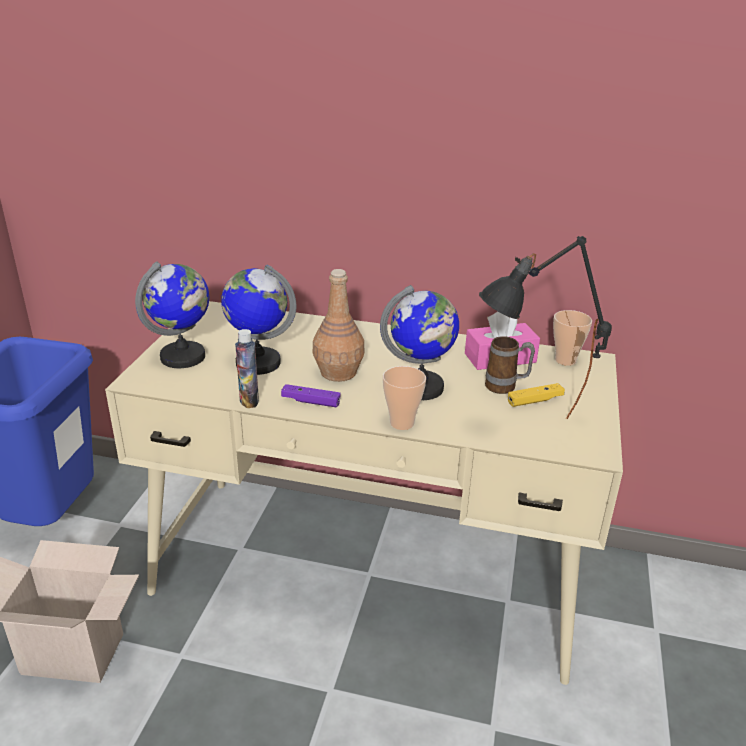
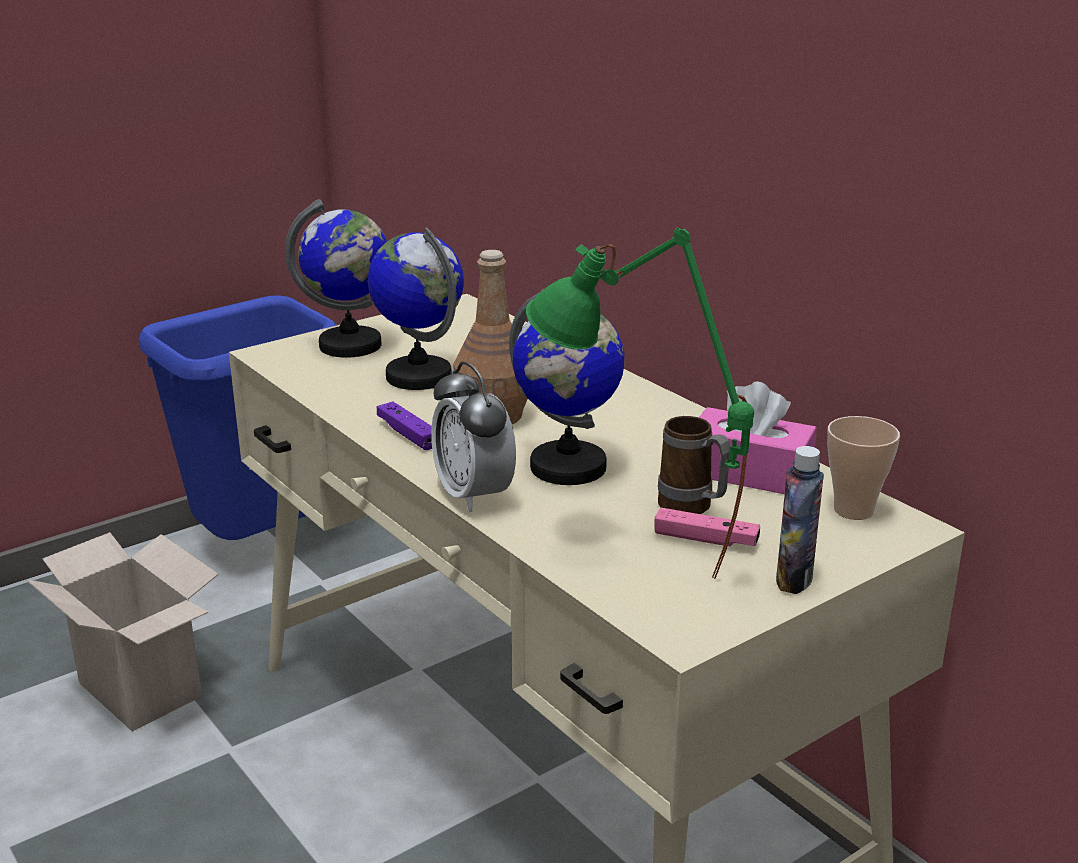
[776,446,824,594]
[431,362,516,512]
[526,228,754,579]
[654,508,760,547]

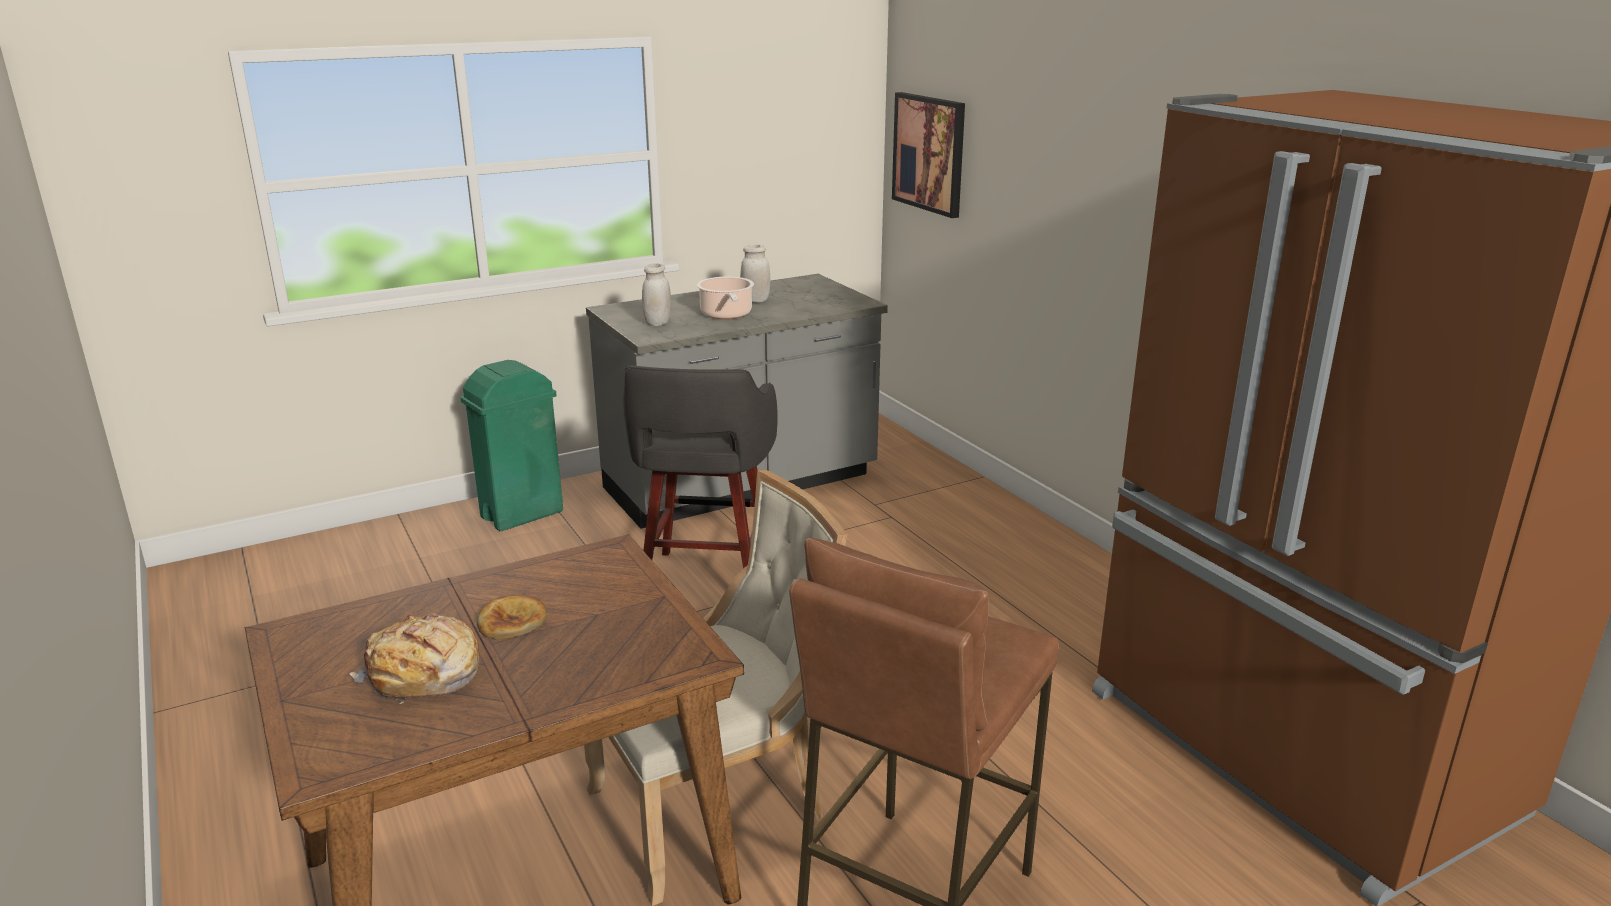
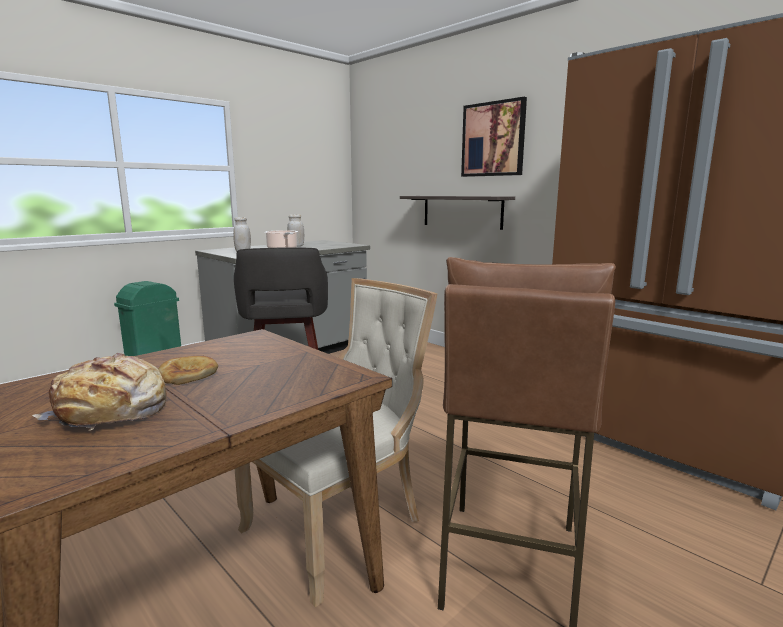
[400,196,515,230]
[461,97,527,177]

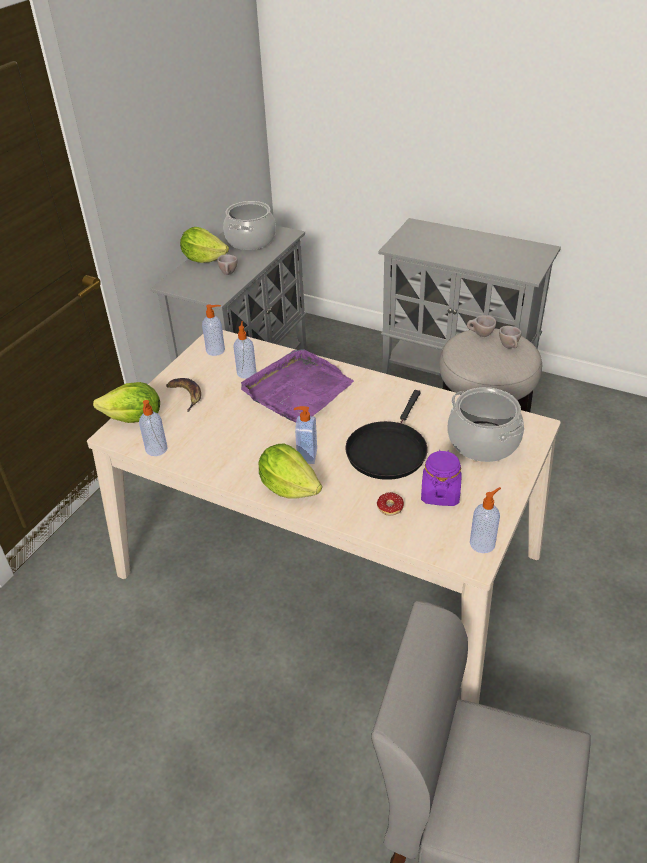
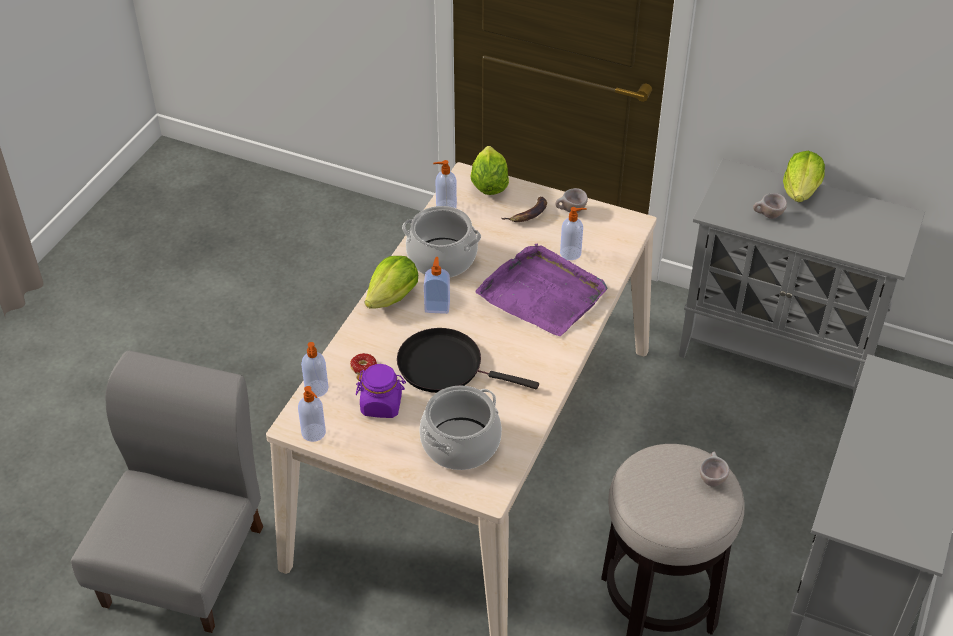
[301,342,328,397]
[402,206,481,277]
[555,188,588,213]

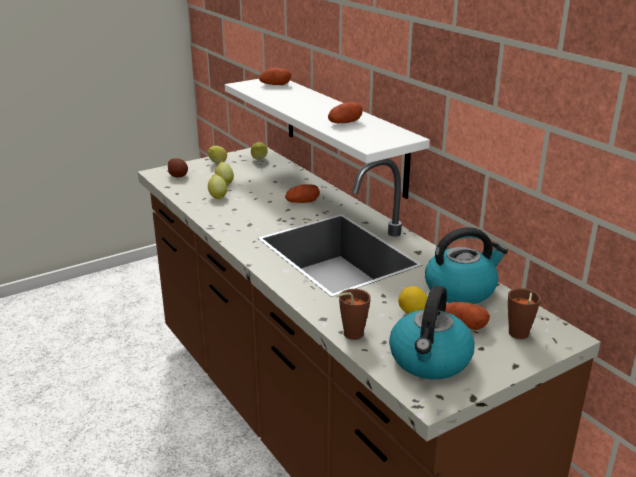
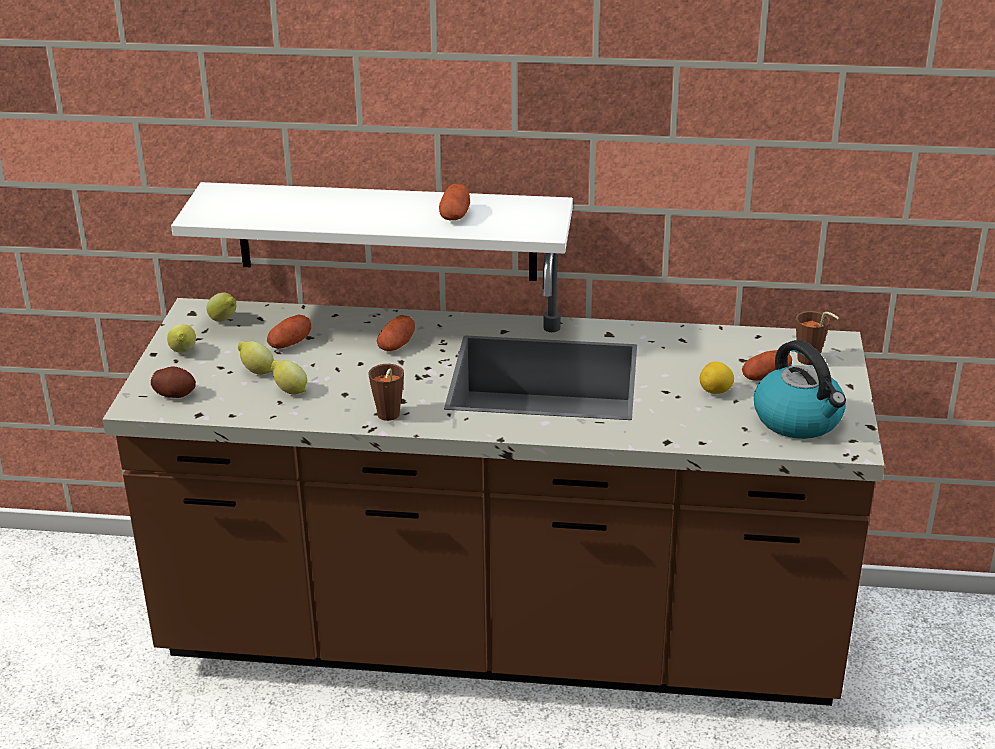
[425,227,508,304] (first image)
[267,315,311,349]
[368,364,404,421]

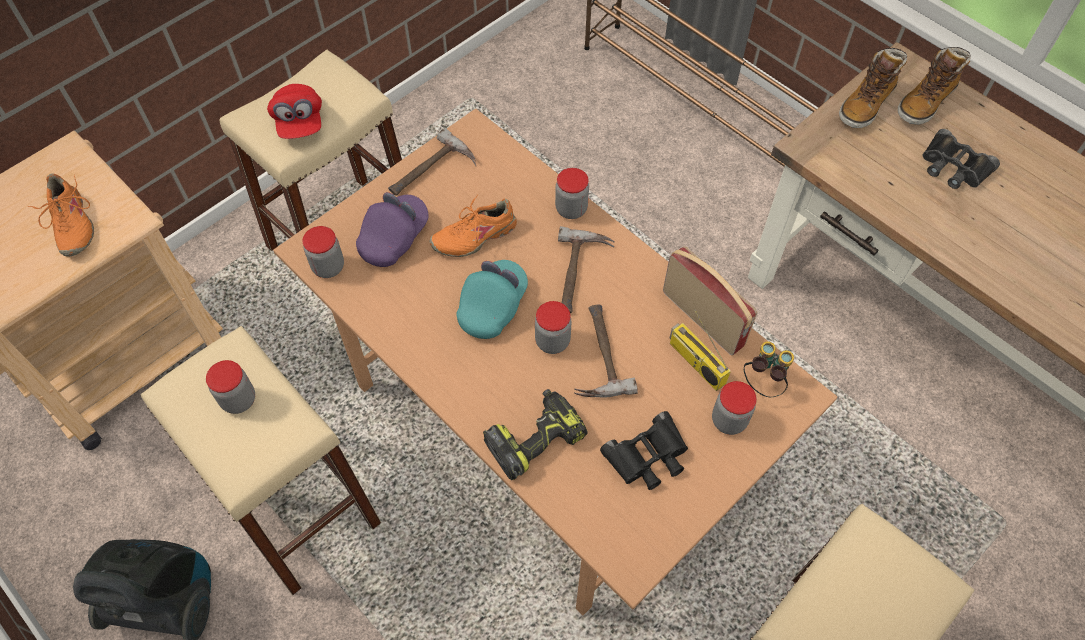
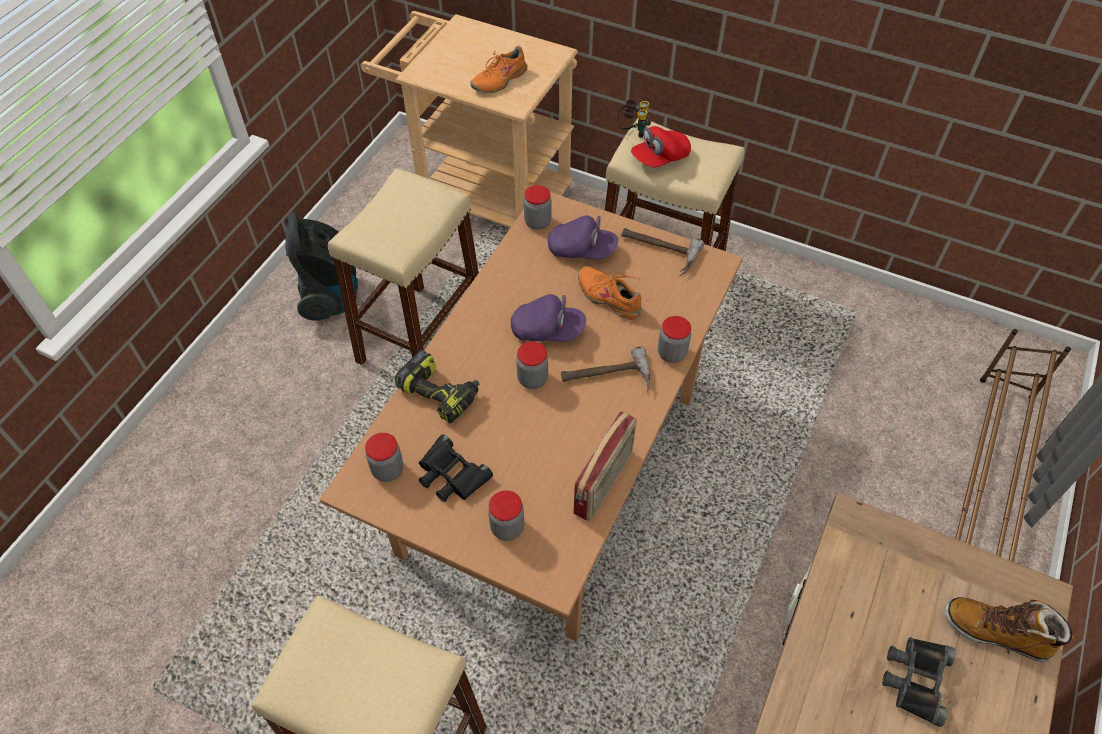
[574,305,638,398] (first image)
[669,309,731,391] (first image)
[839,48,907,128] (first image)
[365,433,403,482]
[616,99,651,138]
[511,294,586,341]

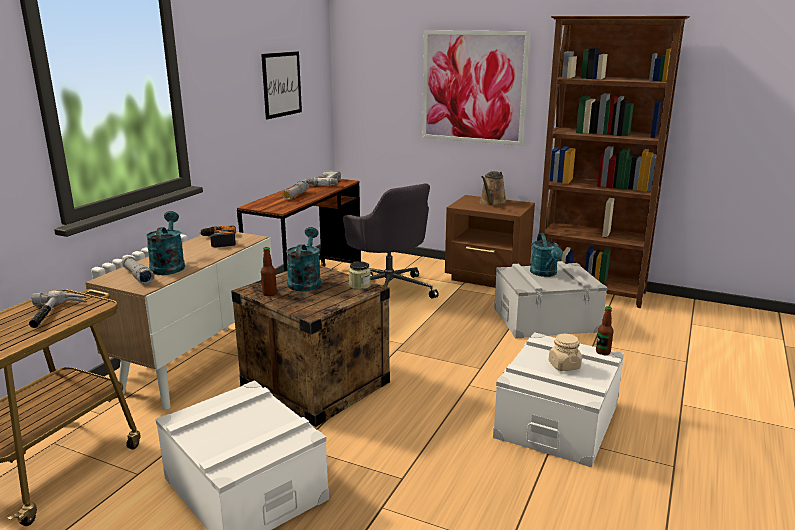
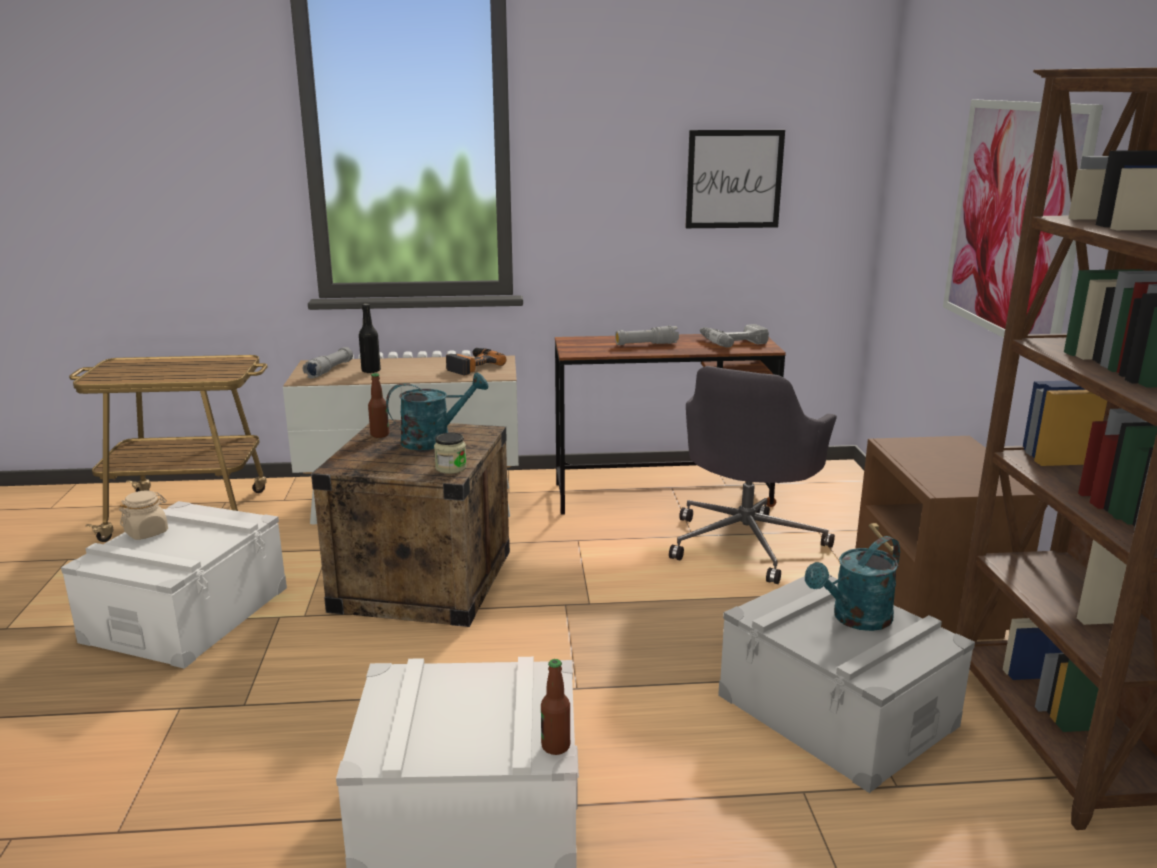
[29,290,87,328] (first image)
[480,171,507,206] (first image)
[119,491,168,540]
[359,304,381,373]

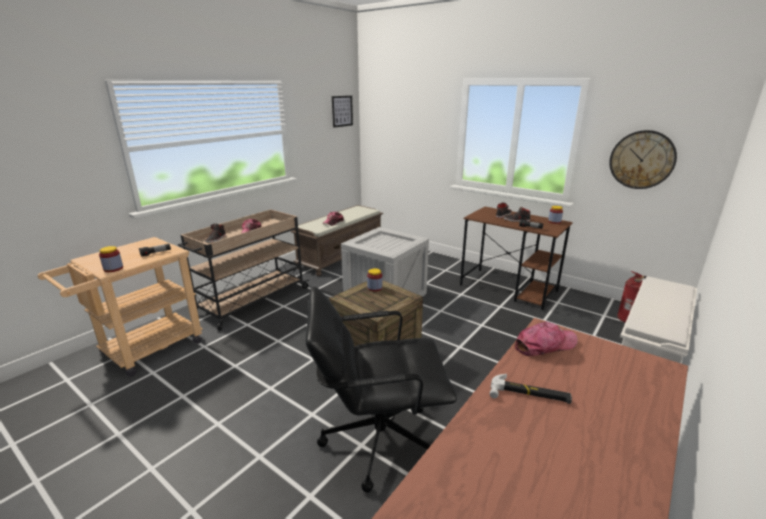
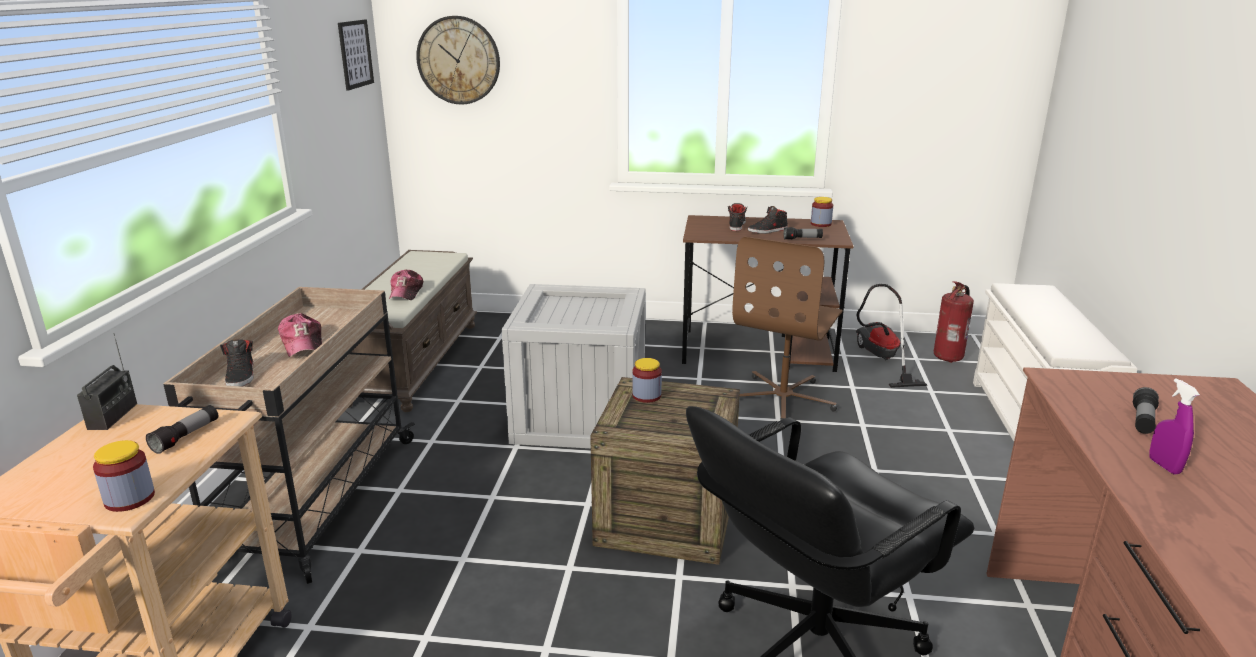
[514,321,578,356] (first image)
[77,333,137,430]
[732,237,843,420]
[856,284,927,388]
[1133,387,1159,434]
[416,16,500,105]
[1149,378,1200,475]

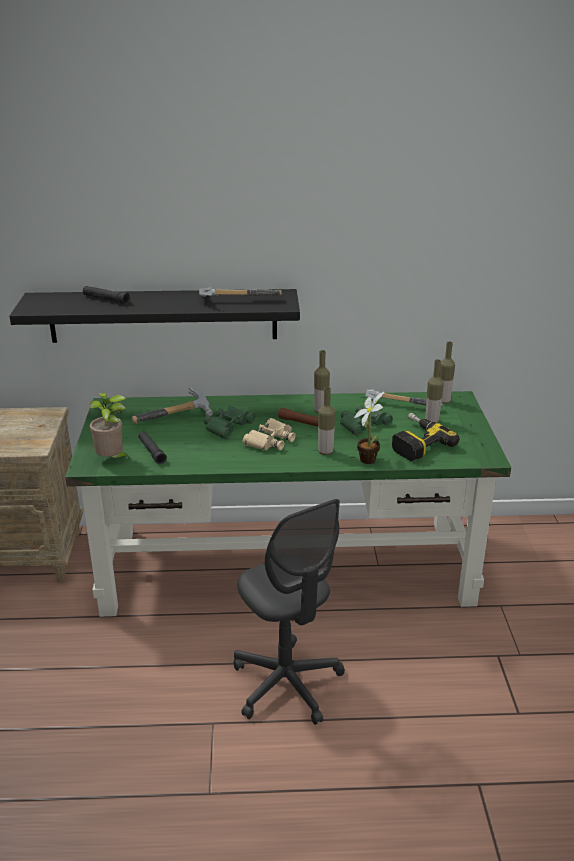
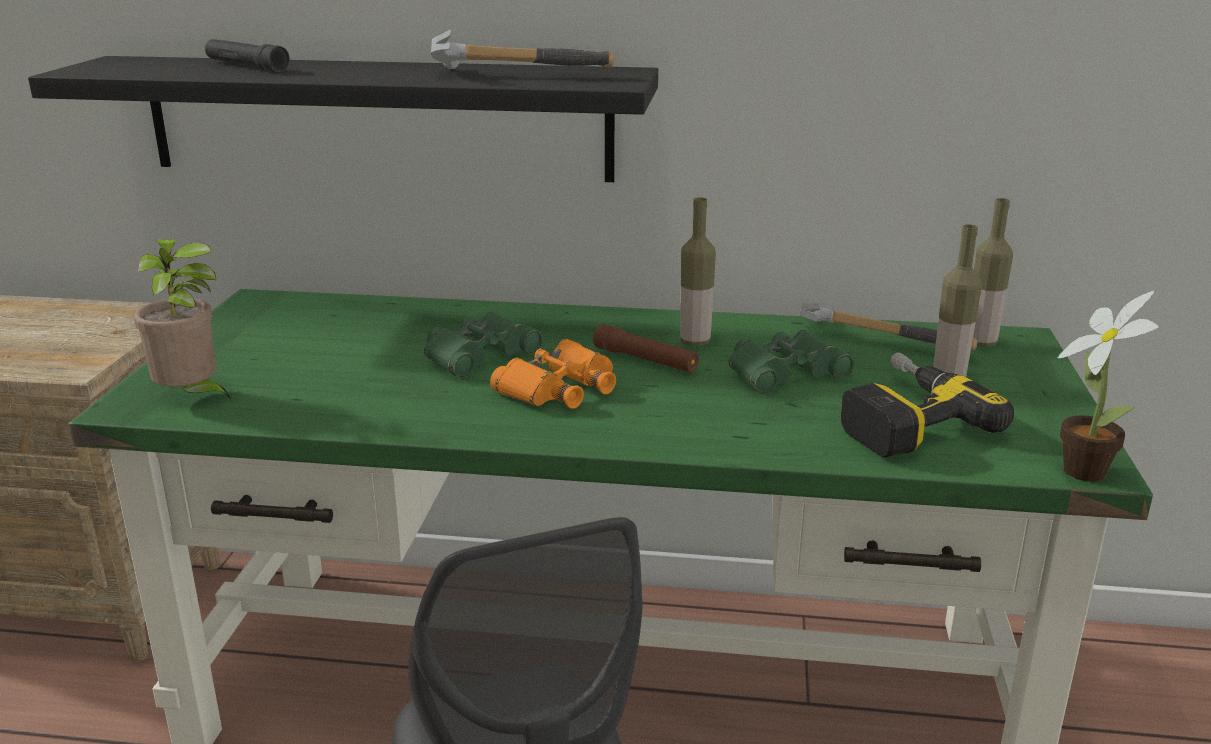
[132,388,213,424] (first image)
[138,431,167,464] (first image)
[318,387,335,455] (first image)
[1058,291,1159,482]
[490,339,616,409]

